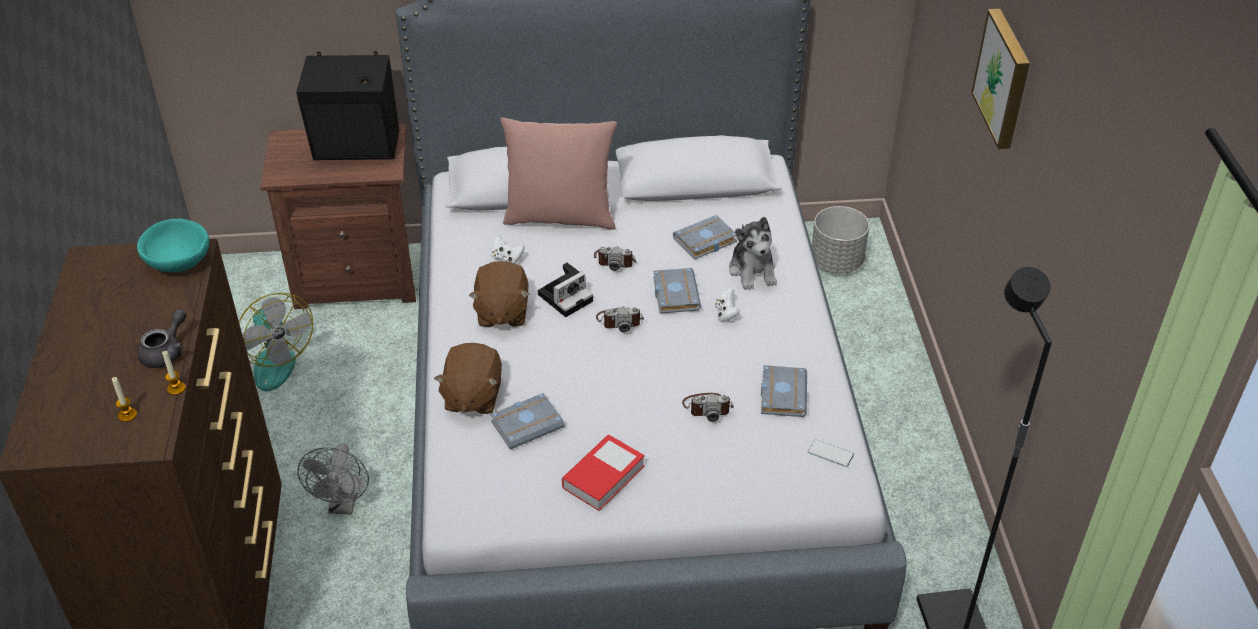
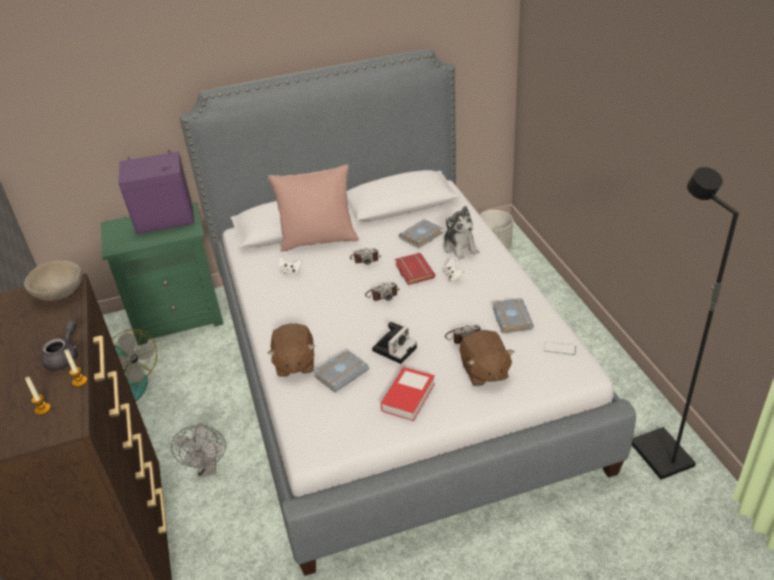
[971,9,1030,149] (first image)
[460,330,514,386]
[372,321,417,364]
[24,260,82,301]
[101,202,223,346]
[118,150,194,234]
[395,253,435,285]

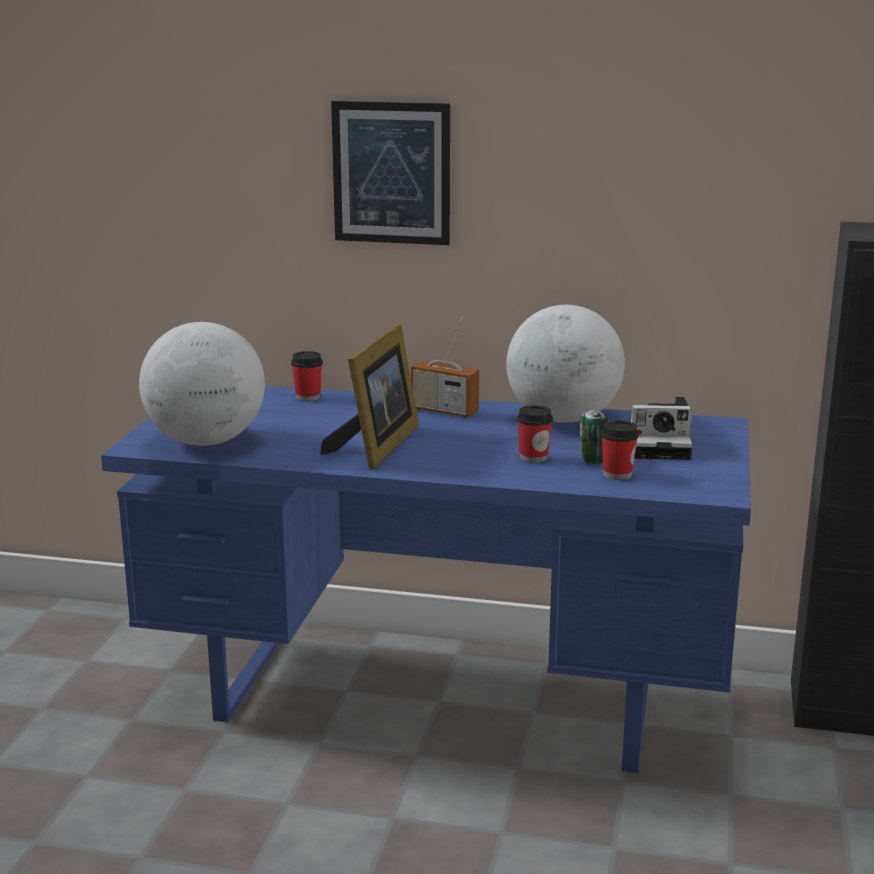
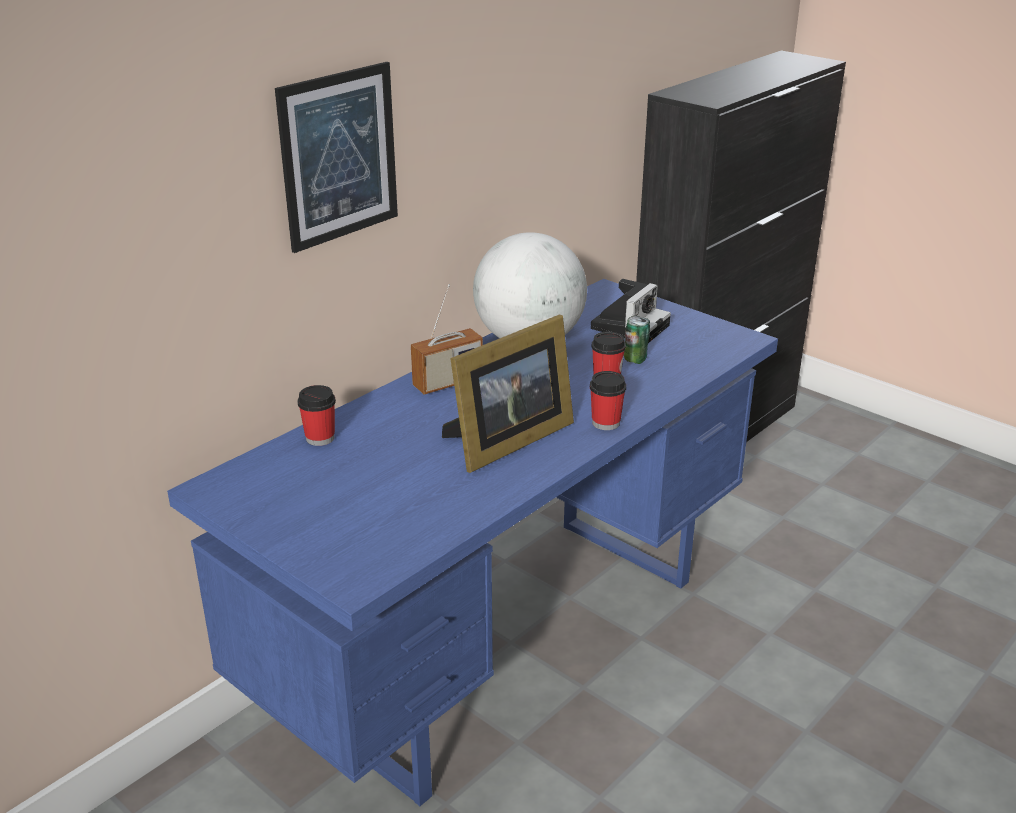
[139,322,265,446] (first image)
[590,371,626,430]
[442,315,574,473]

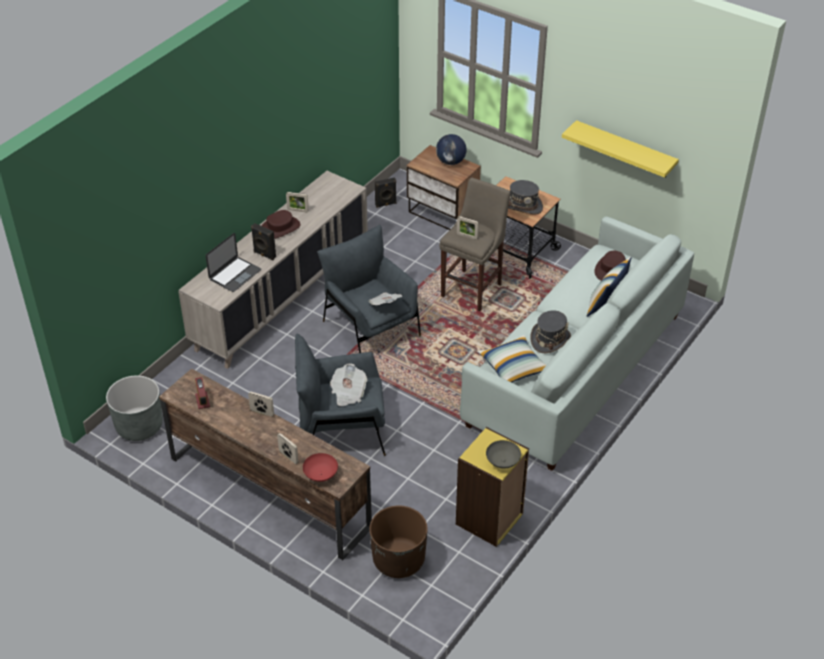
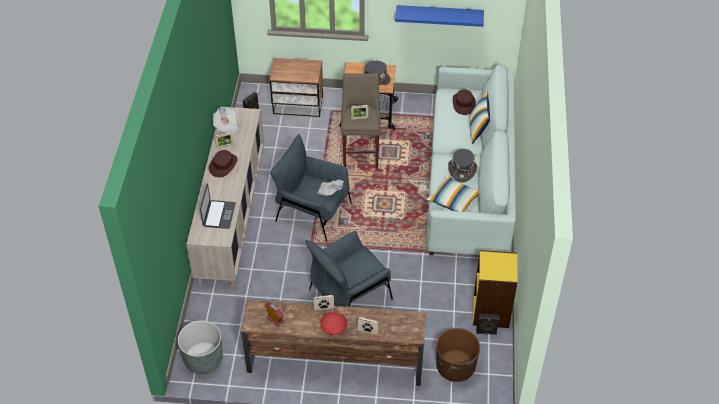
[436,134,467,165] (first image)
[486,440,521,469] (first image)
[476,313,499,335]
[320,312,347,335]
[213,107,239,134]
[395,5,484,27]

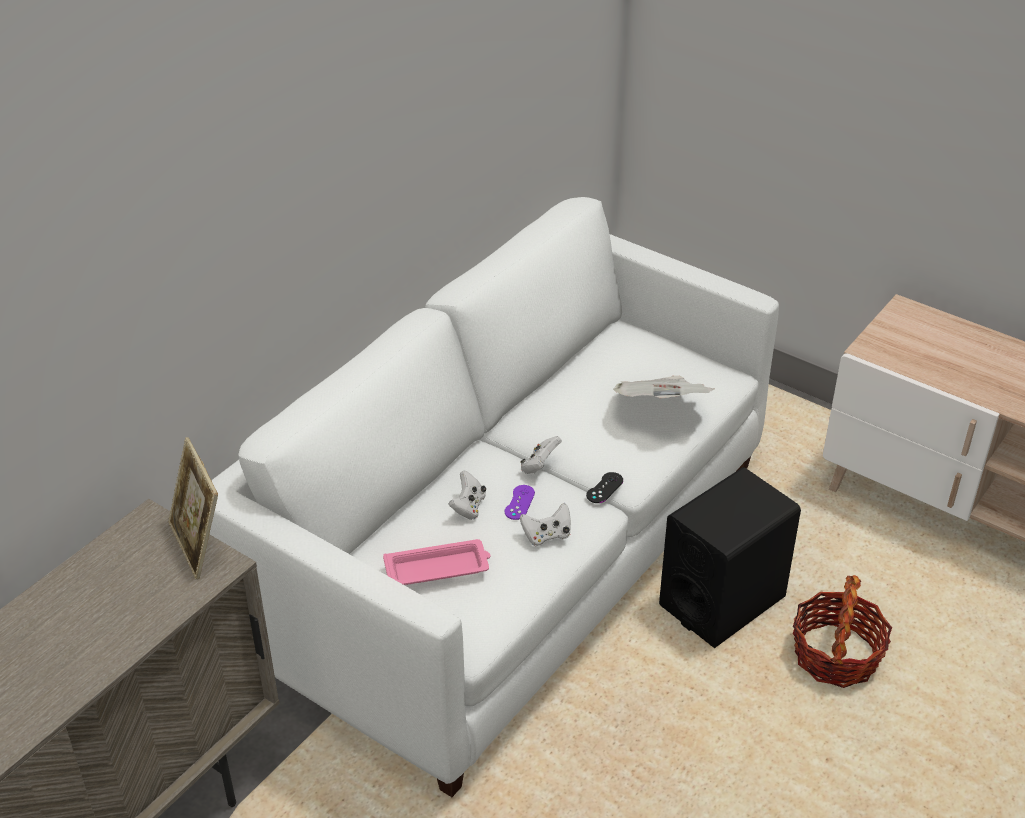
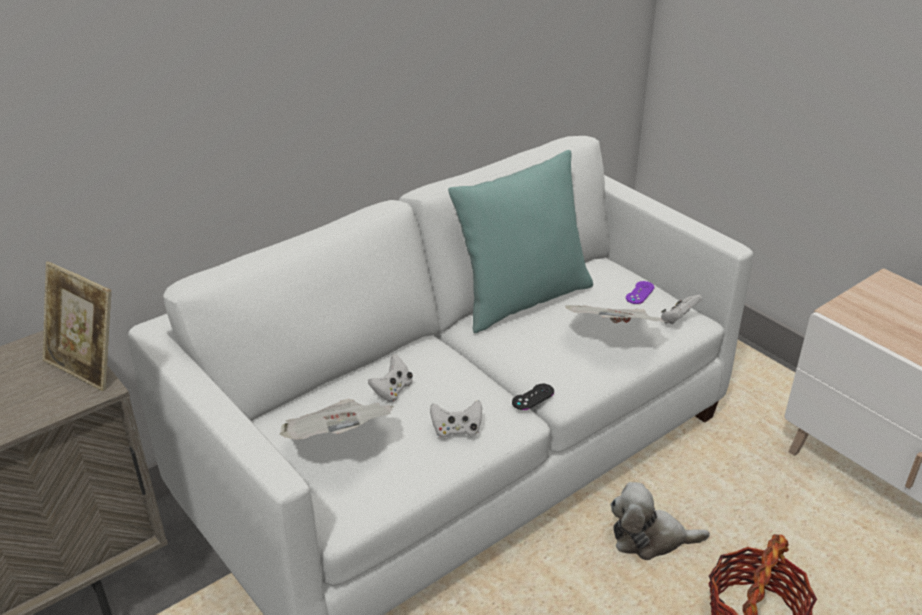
[448,150,593,333]
[626,281,654,304]
[661,295,703,324]
[279,399,394,439]
[611,482,710,560]
[42,261,111,391]

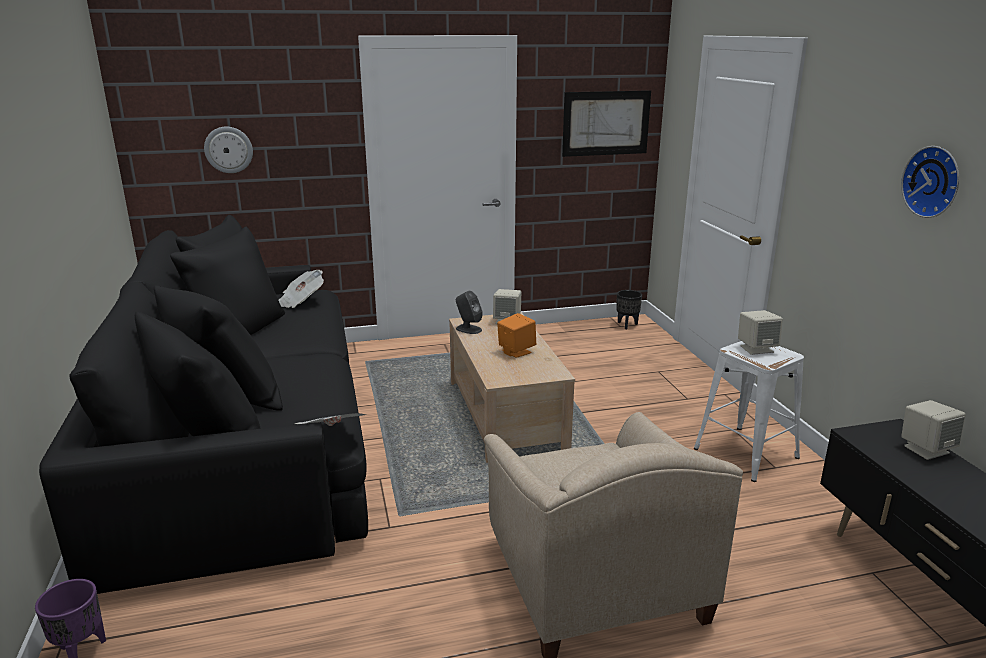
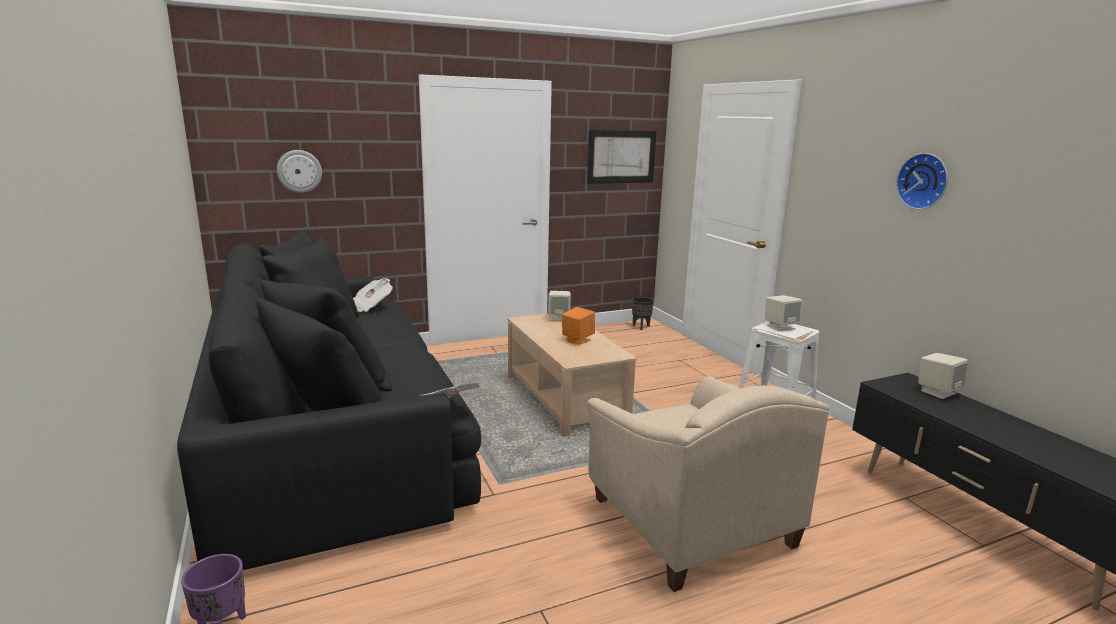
[456,291,483,334] (first image)

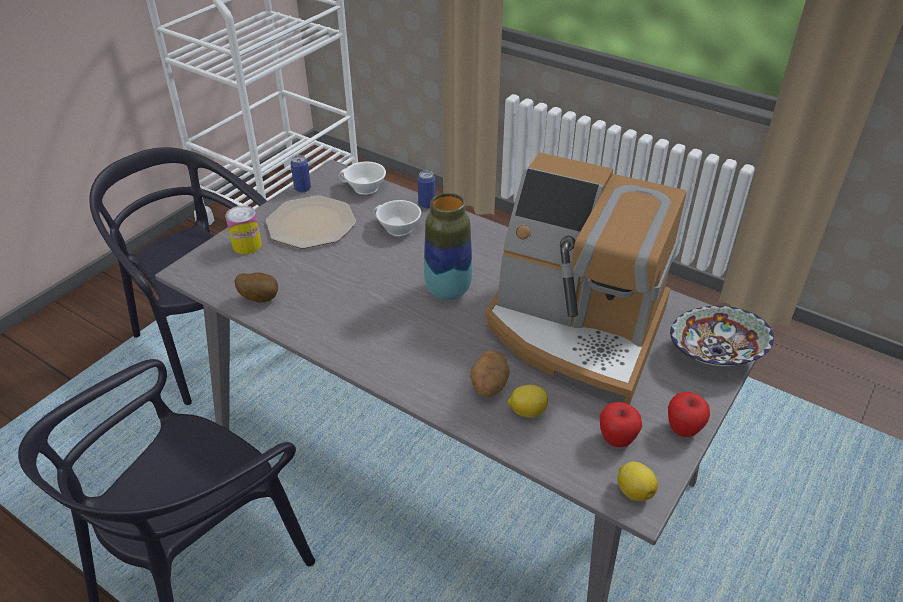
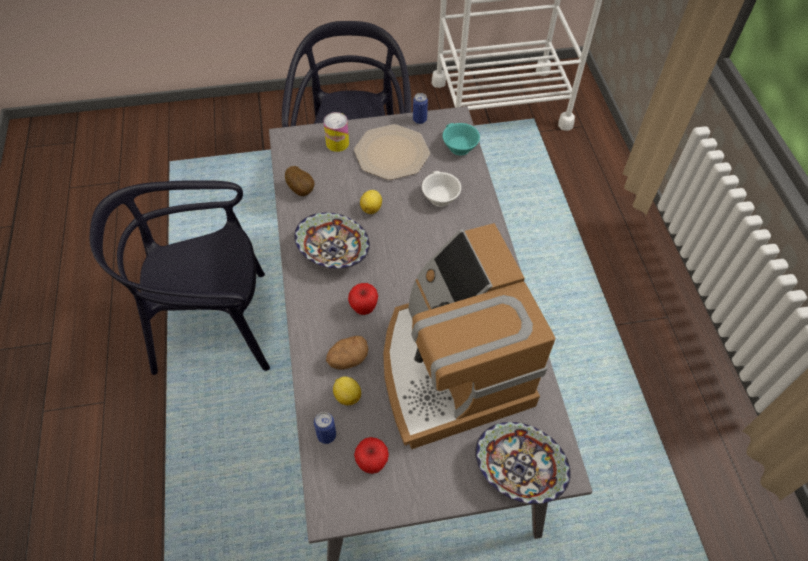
[424,193,472,301] (first image)
[294,213,370,269]
[314,412,336,444]
[360,190,382,214]
[348,283,378,315]
[443,123,480,155]

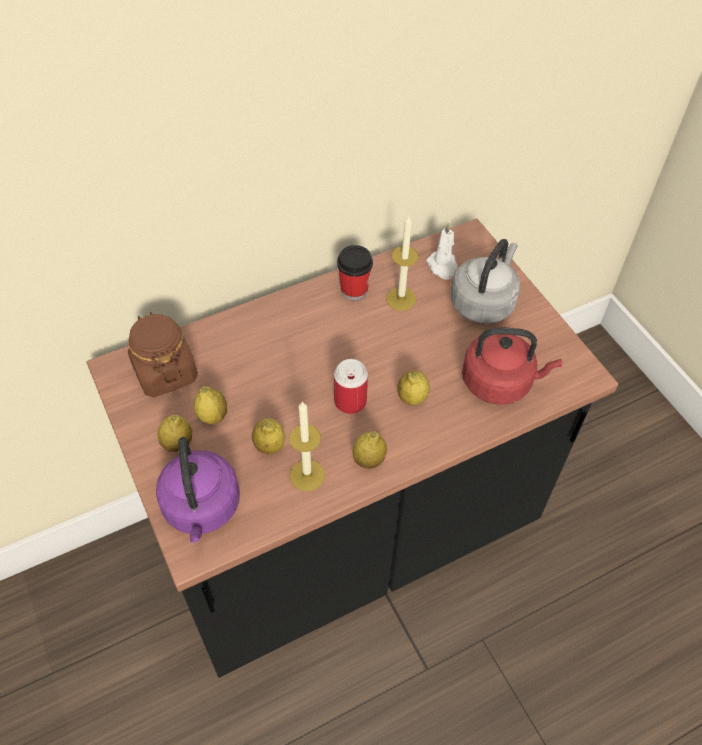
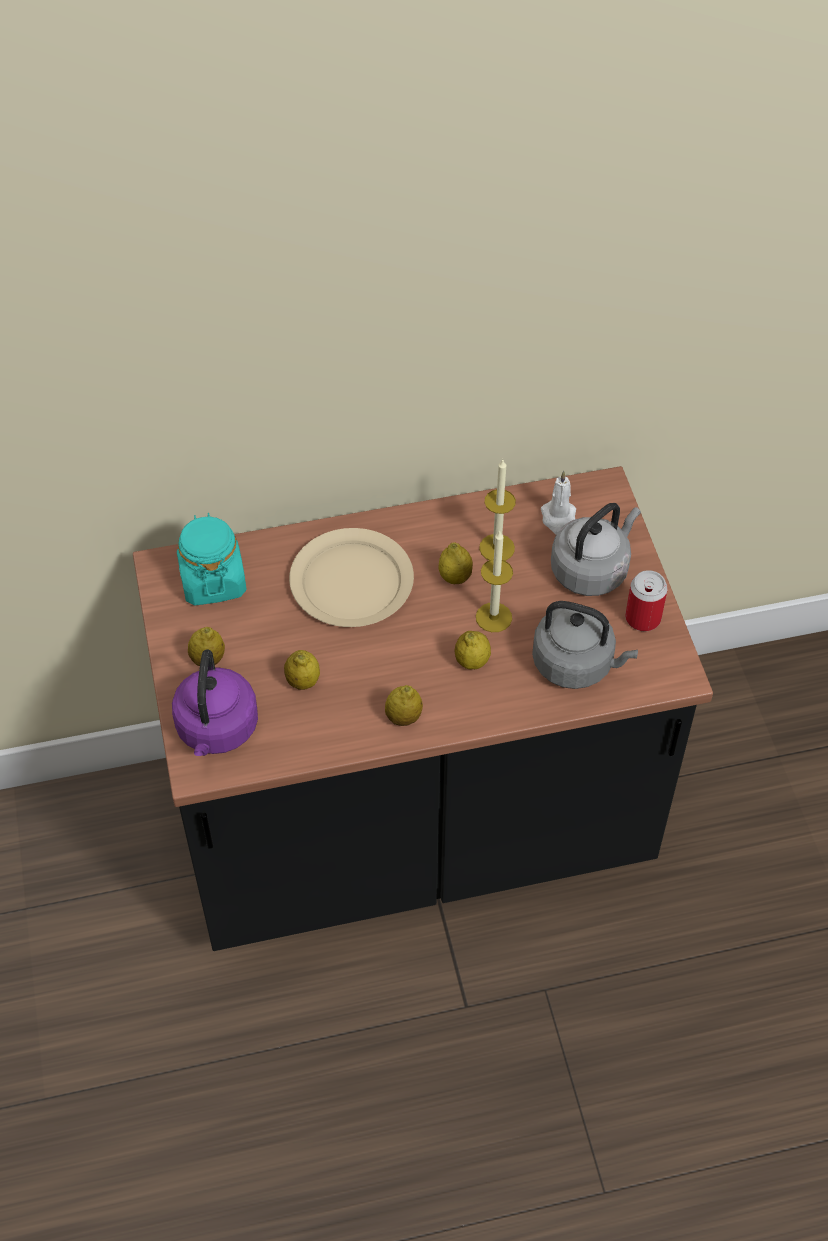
[337,245,373,300] (first image)
[289,528,414,627]
[438,542,473,584]
[476,531,513,632]
[625,570,668,631]
[177,513,246,606]
[532,601,638,689]

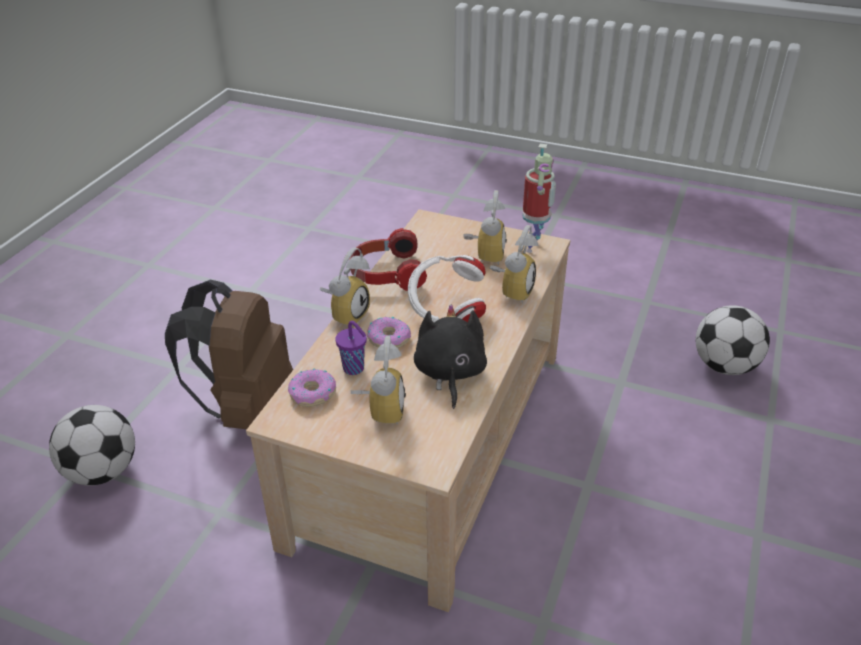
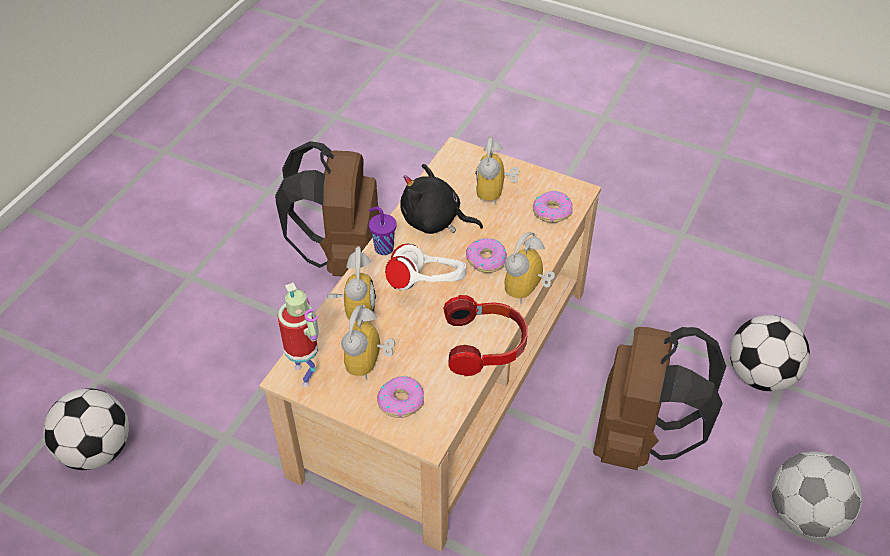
[275,141,380,277]
[377,376,424,418]
[772,452,862,538]
[369,207,397,255]
[400,164,483,234]
[327,247,376,322]
[277,283,319,387]

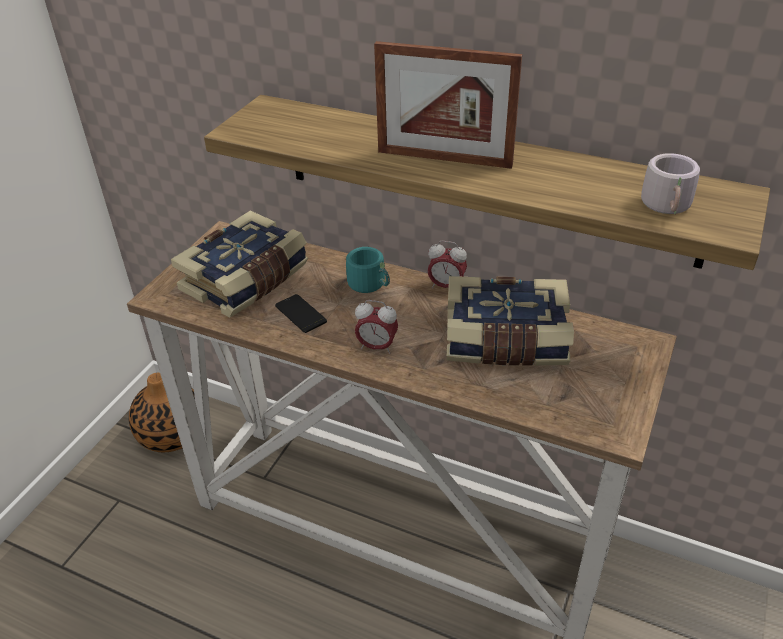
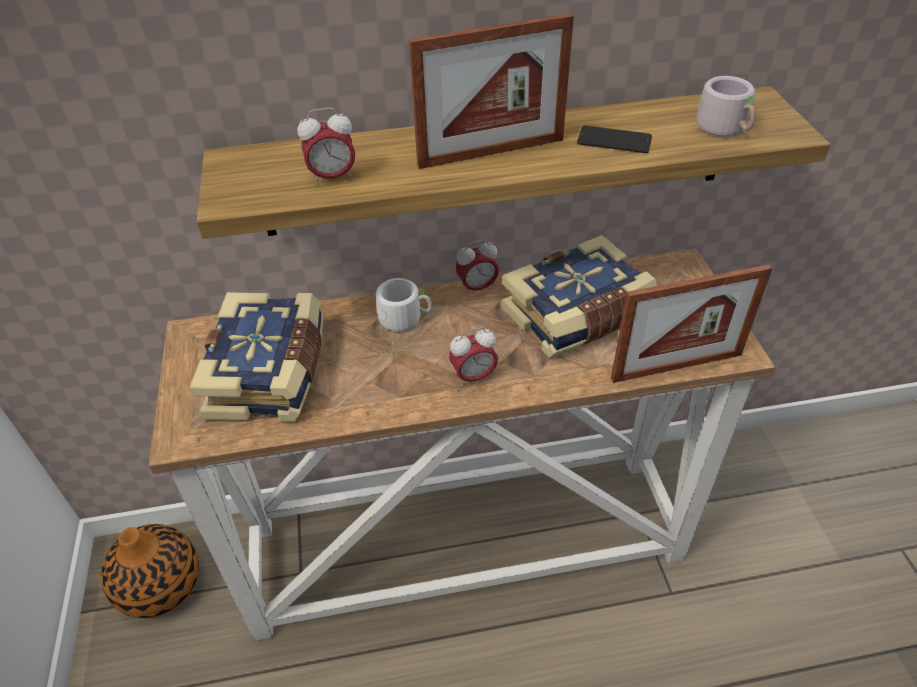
[297,108,355,185]
[611,264,772,383]
[577,126,652,153]
[376,278,433,331]

